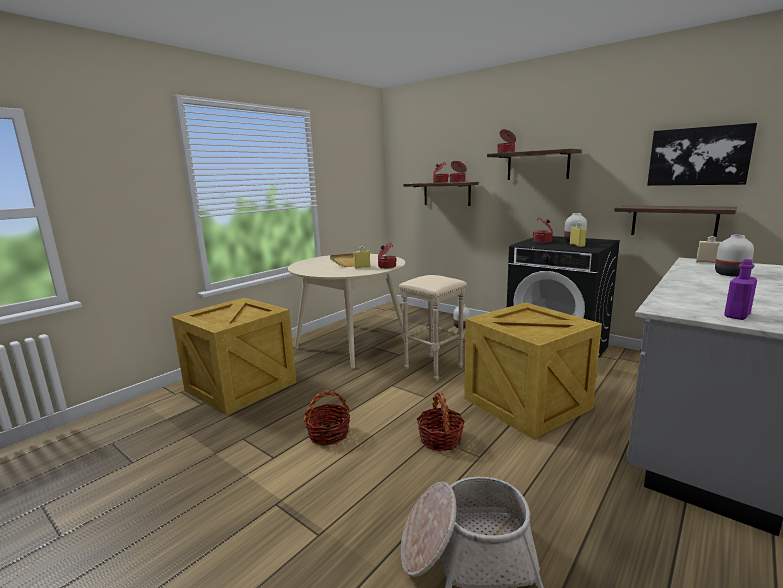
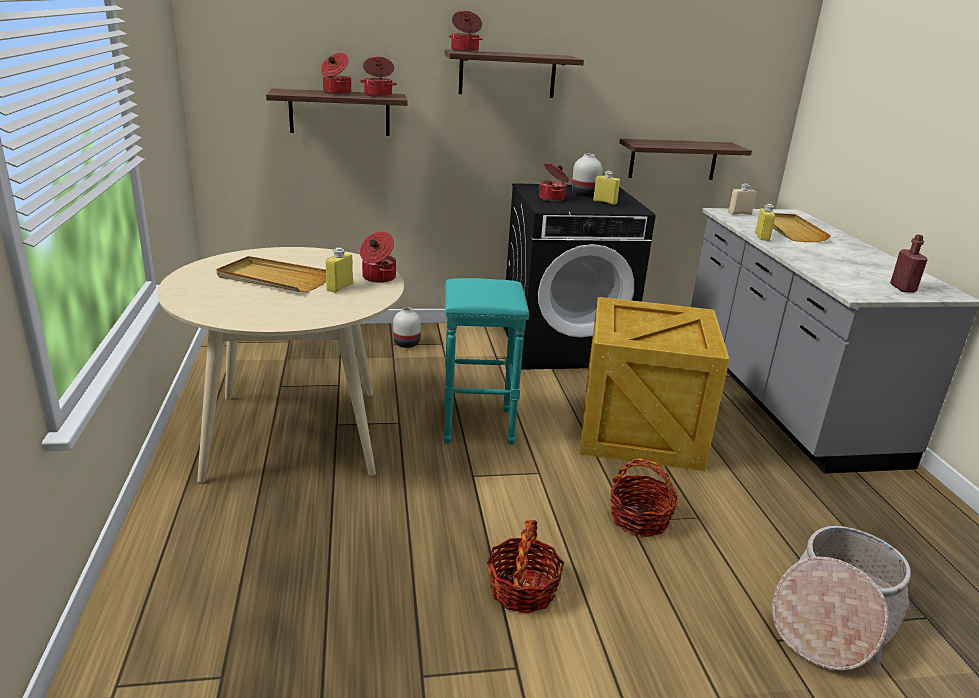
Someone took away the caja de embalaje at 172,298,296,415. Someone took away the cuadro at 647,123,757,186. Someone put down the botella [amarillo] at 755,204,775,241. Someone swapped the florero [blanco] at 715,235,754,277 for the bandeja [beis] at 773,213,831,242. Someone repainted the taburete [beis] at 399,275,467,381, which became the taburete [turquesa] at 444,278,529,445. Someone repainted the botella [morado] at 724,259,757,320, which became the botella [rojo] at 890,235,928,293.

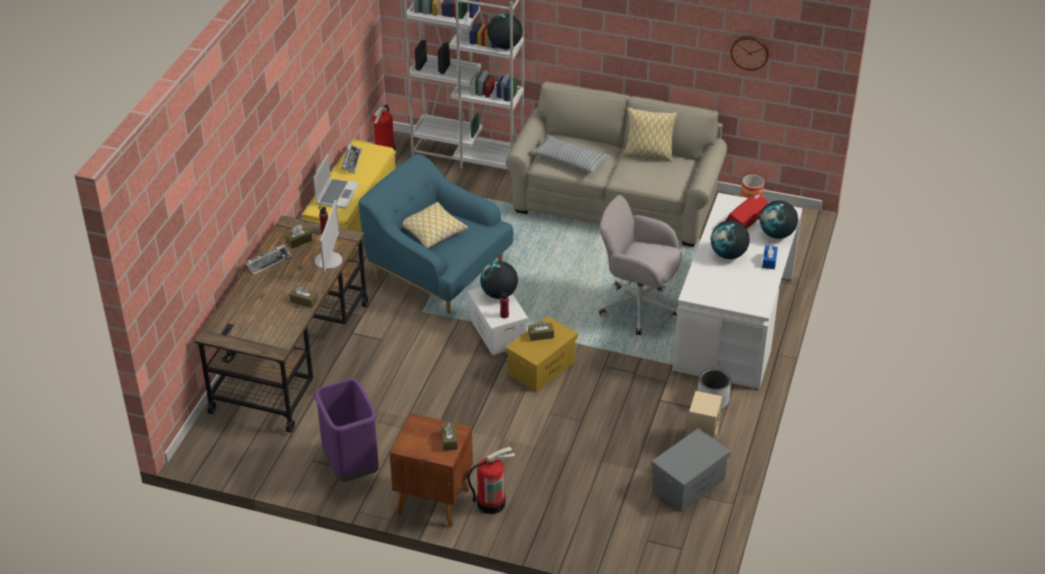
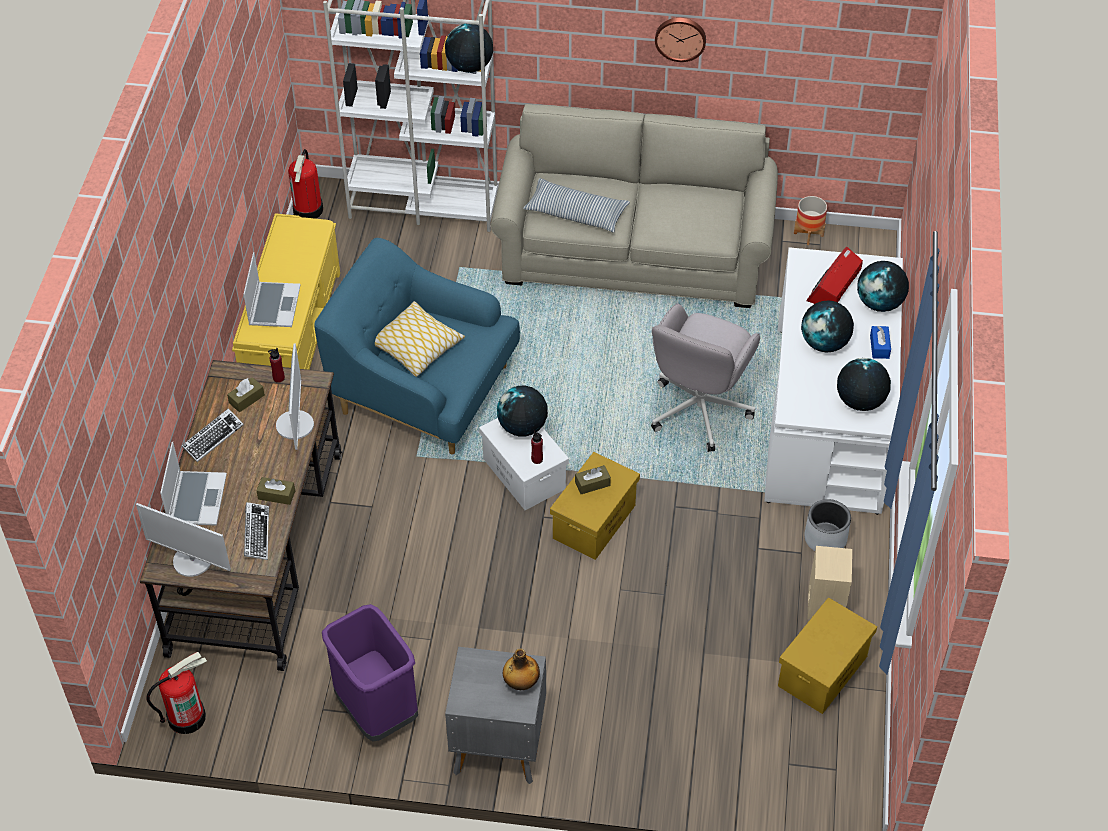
Someone took away the cojín at 624,107,677,162. Someone put down the monitor at 136,503,231,577. Someone put down the portátil at 160,442,227,526. Someone put down the globo terráqueo at 837,358,891,411. Someone carried the teclado from 341,144,362,174 to 244,502,269,560. Someone carried the extintor from 467,447,515,514 to 146,652,207,734. Someone carried the reloj de pared from 731,35,769,71 to 655,18,706,62. Someone swapped the caja de pañuelos [marrón] at 441,422,458,451 for the botella at 503,648,540,690. Someone repainted the mesita de noche [marrón] at 389,413,473,527, which became the mesita de noche [gris] at 445,647,546,784. Someone repainted the caja de almacenaje [gris] at 651,428,731,512, which became the caja de almacenaje [amarillo] at 778,598,877,714. Someone rotated the silla de oficina [gris] at 599,195,682,335 by 75 degrees counterclockwise.

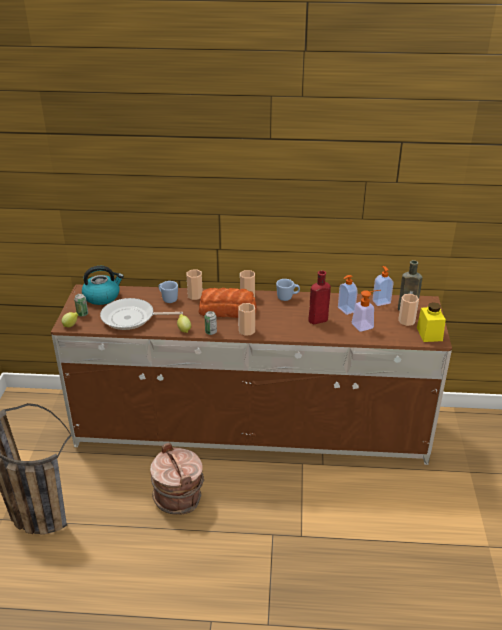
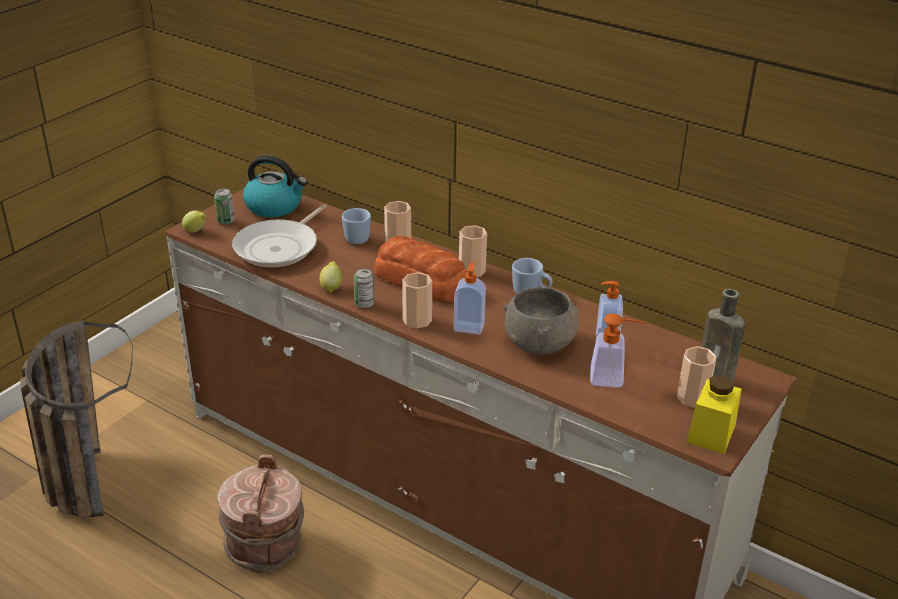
Someone carried the dispensador de jabón from 372,266,394,306 to 453,263,486,335. Someone swapped the botella [rojo] at 309,271,331,324 for the cuenco [gris] at 504,287,579,355. Someone rotated the sartén at 100,298,183,330 by 90 degrees counterclockwise.

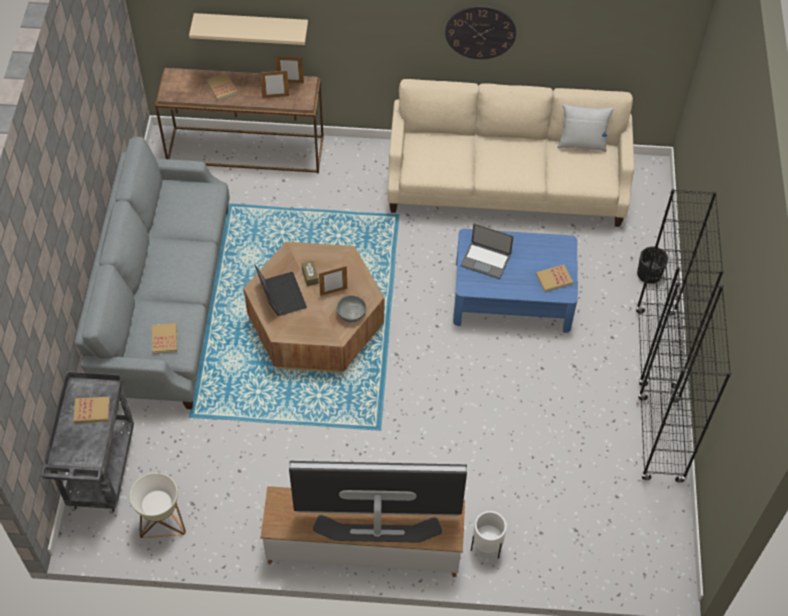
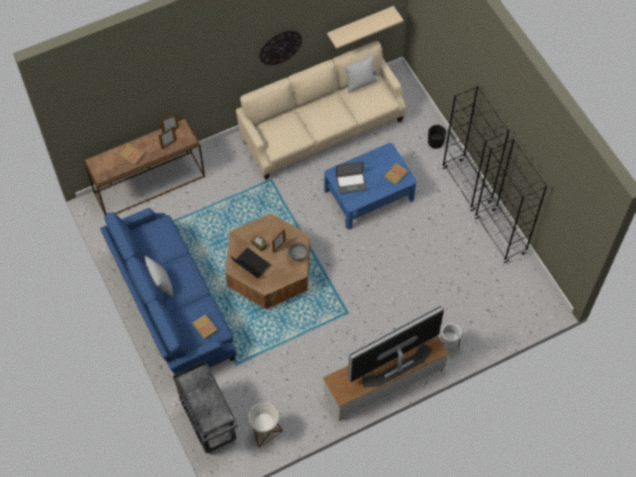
Someone took away the libro at 73,397,110,423. Someone put down the cojín [gris] at 145,256,173,297. Someone carried the estante [beis] from 189,13,308,45 to 327,6,403,49. Someone repainted the sofá [gris] at 75,137,230,409, which became the sofá [azul] at 100,208,236,374.

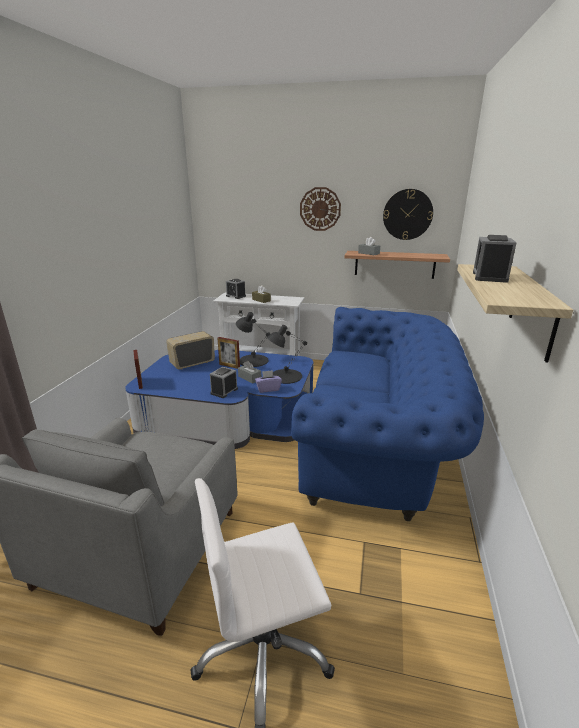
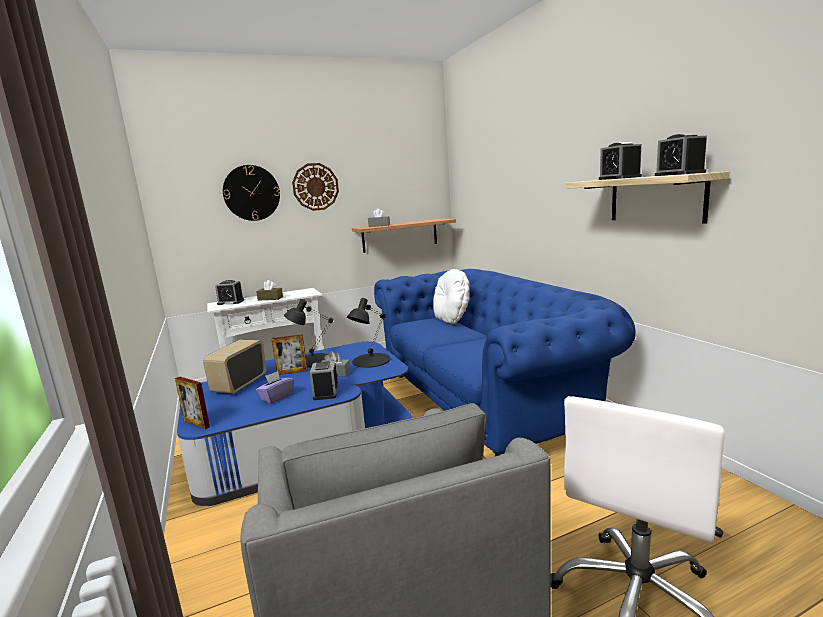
Someone put down the cojín [blanco] at 433,269,469,324. Someone put down the despertador at 655,134,707,176. Someone carried the caja de pañuelos [morado] from 255,370,282,393 to 256,371,294,404. Someone carried the reloj de pared from 383,189,433,240 to 223,165,280,221.

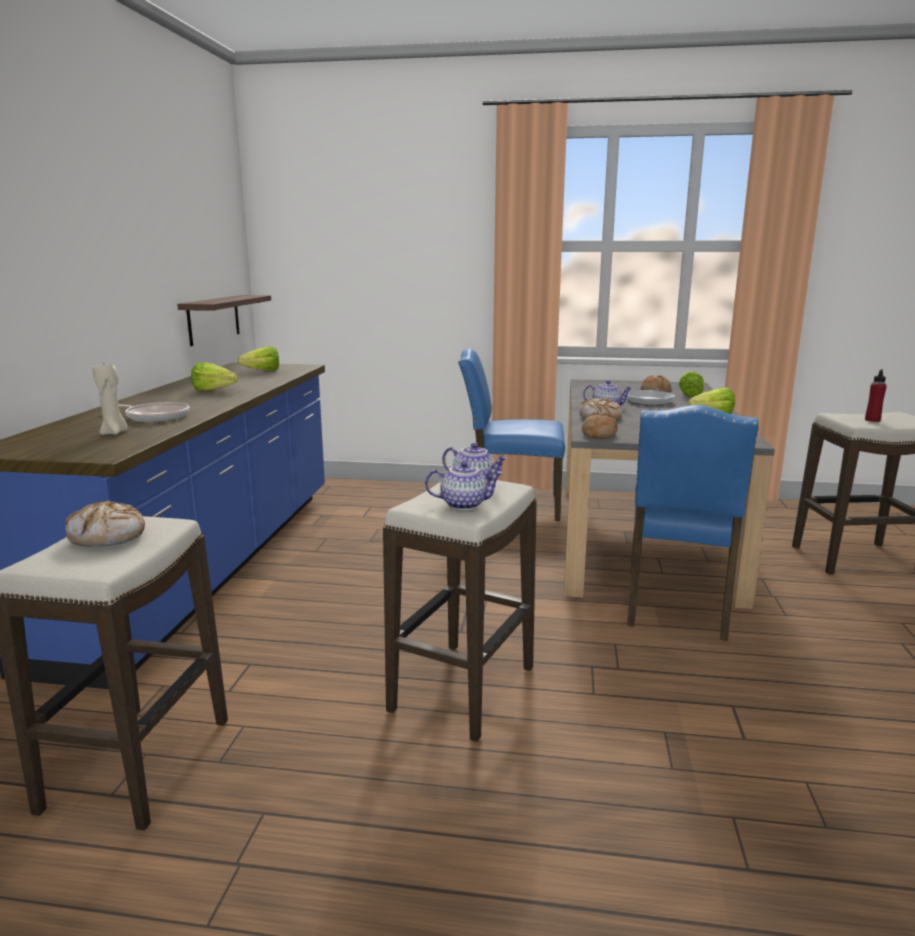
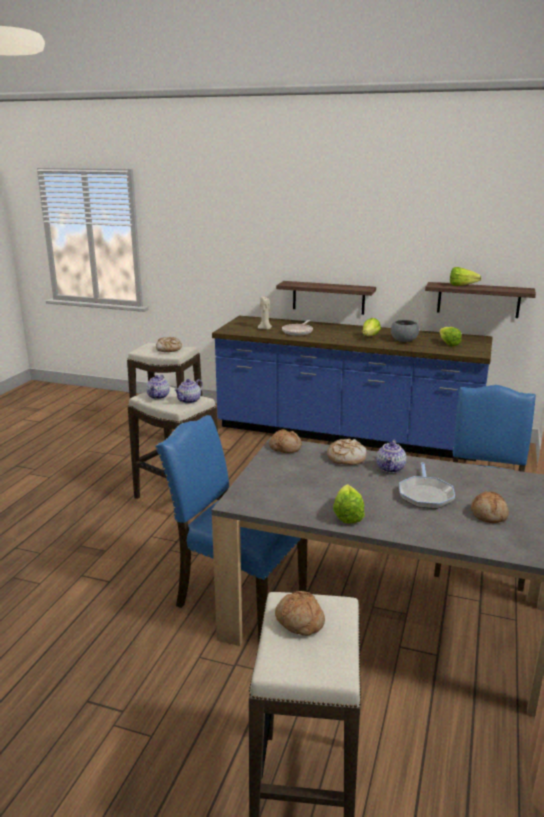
Someone put up the estante at 276,281,376,315. Someone put down the cuenco [gris] at 391,320,419,342. Someone carried the lechuga from 679,371,704,397 to 450,267,481,286. Someone swapped the botella [rojo] at 865,369,887,422 for the pan at 275,591,325,636.

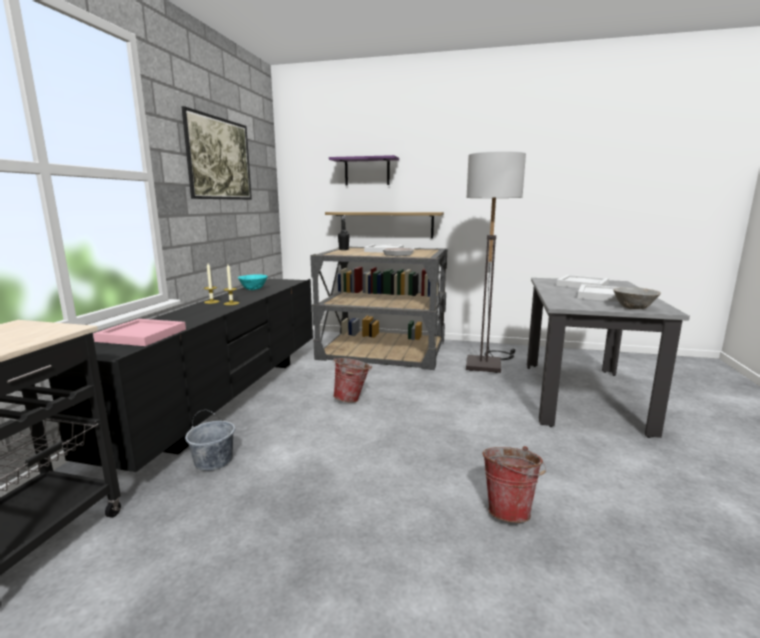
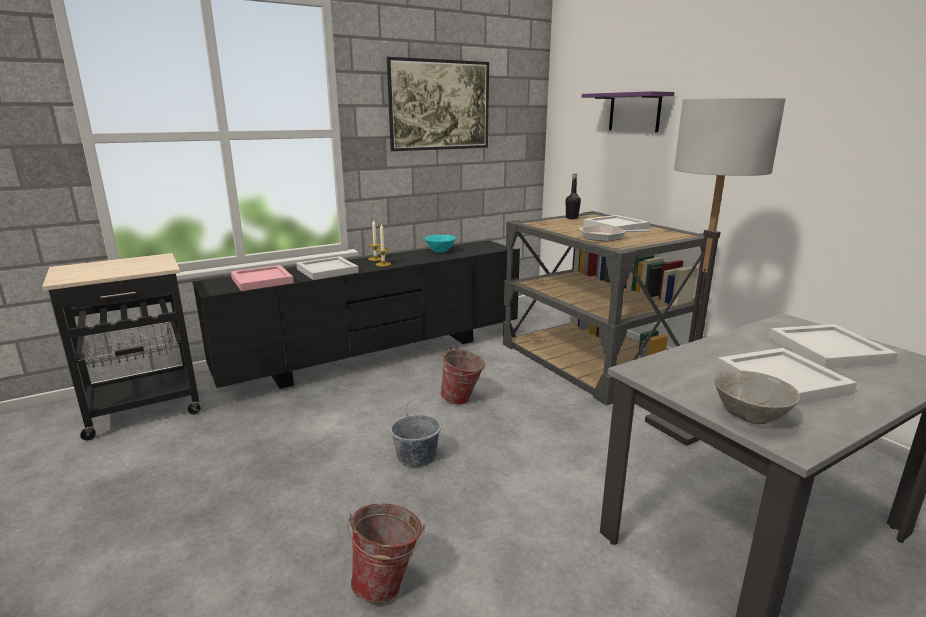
Someone took away the estante at 325,212,444,238. Someone put down the bandeja [blanco] at 296,256,359,280. Someone carried the cubo [gris] from 185,410,235,471 to 390,402,441,468.

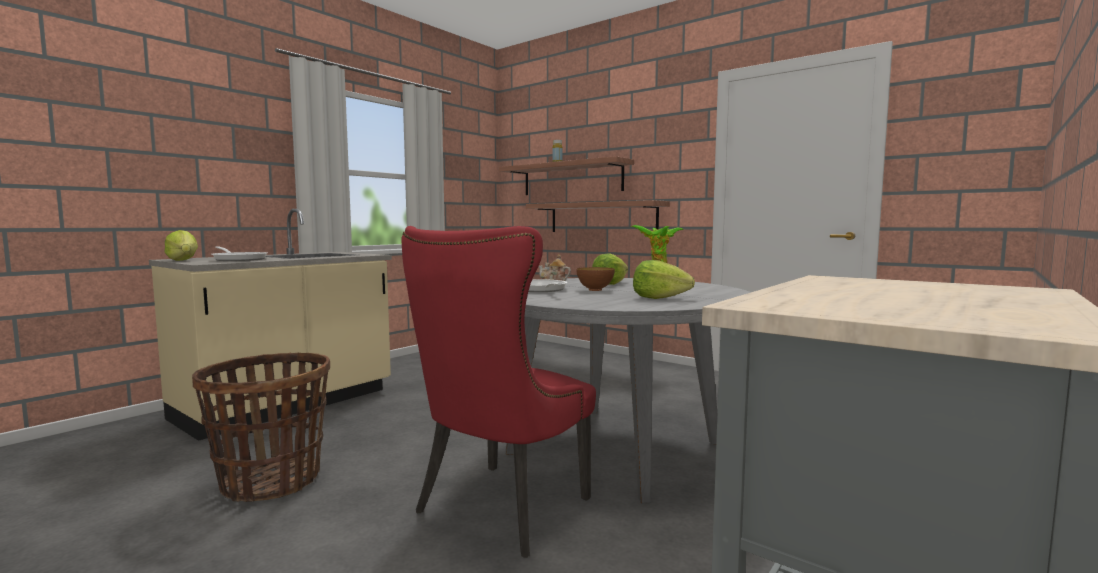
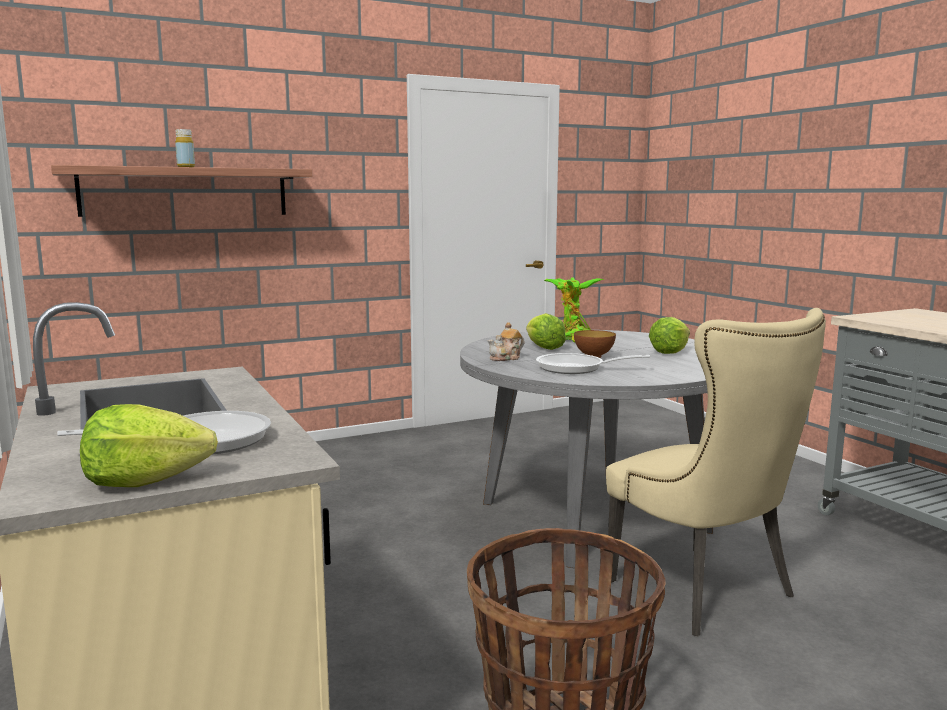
Someone took away the estante at 526,200,670,232. Someone repainted the silla [rojo] at 402,226,596,558, which became the silla [beis] at 606,308,826,636.

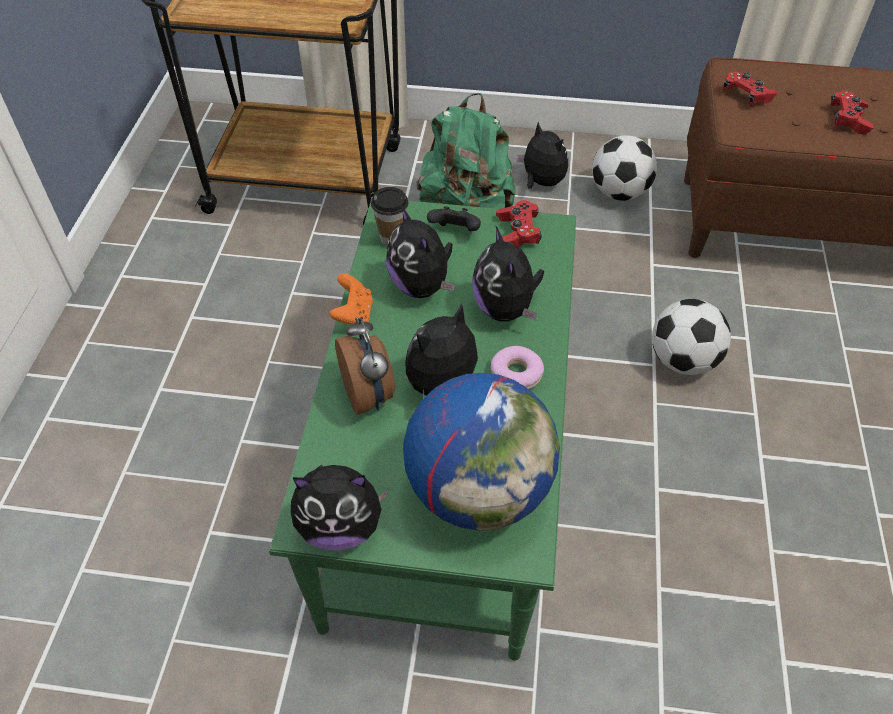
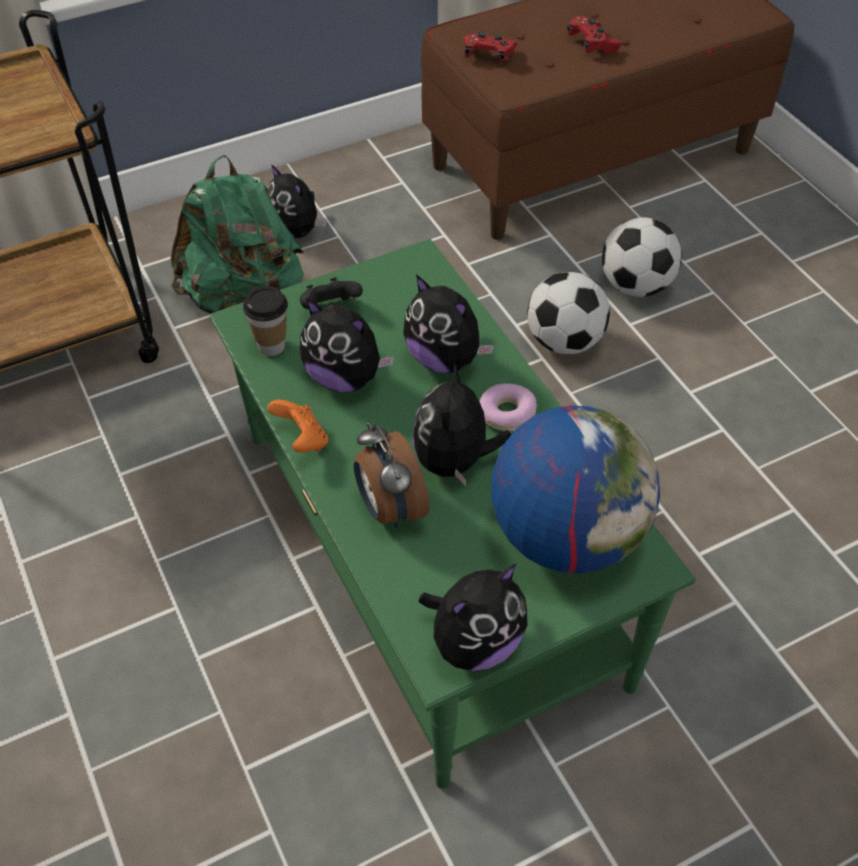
Someone took away the mando de consola [rojo] at 496,200,542,247. Someone carried the balón de fútbol from 592,135,657,201 to 602,217,682,297. Someone rotated the despertador at 335,317,395,415 by 150 degrees counterclockwise. Someone rotated the peluche at 516,122,568,189 by 150 degrees counterclockwise.

